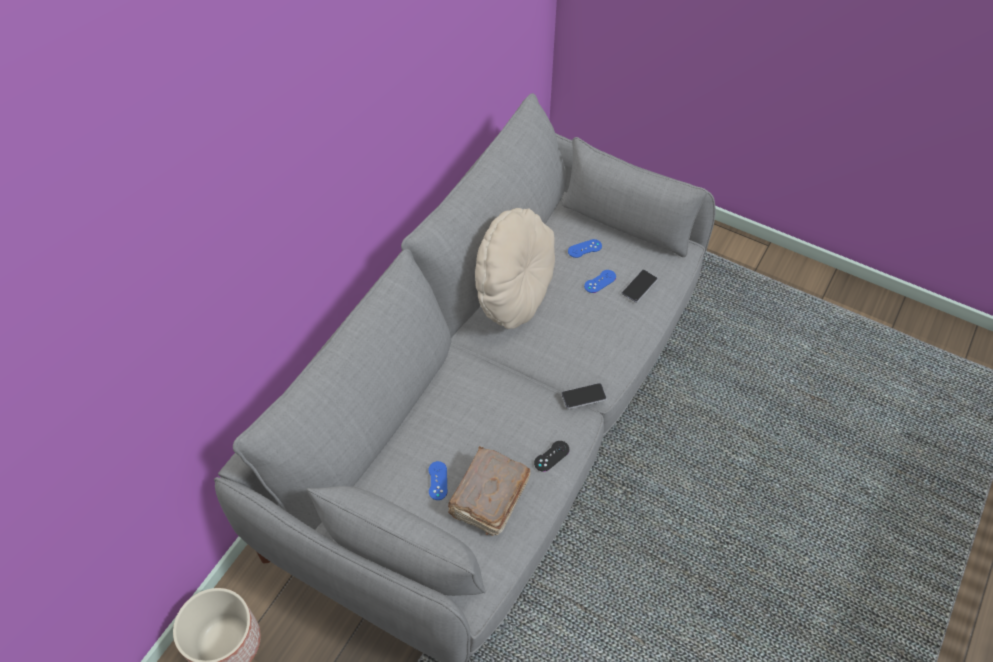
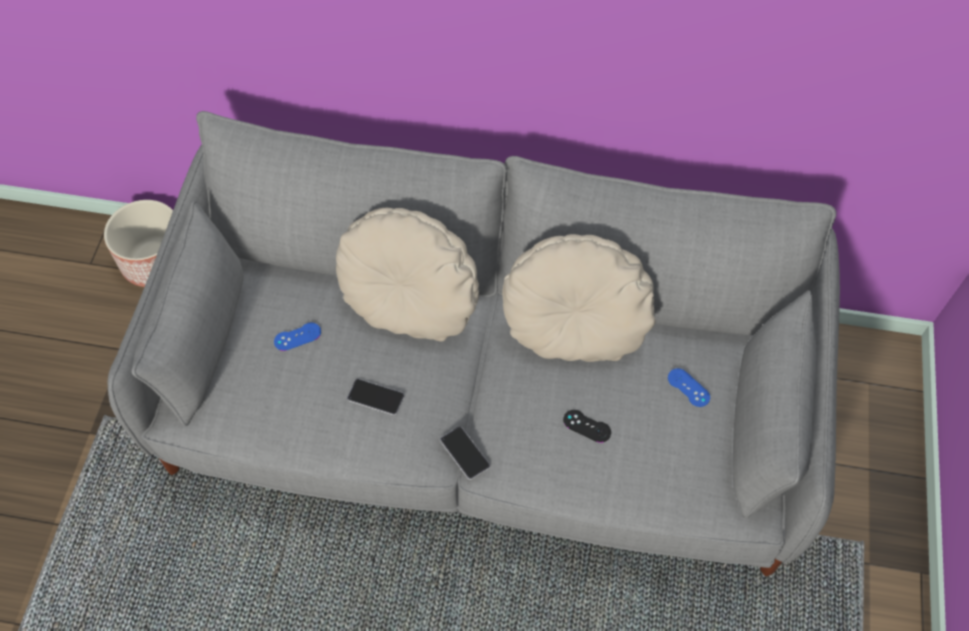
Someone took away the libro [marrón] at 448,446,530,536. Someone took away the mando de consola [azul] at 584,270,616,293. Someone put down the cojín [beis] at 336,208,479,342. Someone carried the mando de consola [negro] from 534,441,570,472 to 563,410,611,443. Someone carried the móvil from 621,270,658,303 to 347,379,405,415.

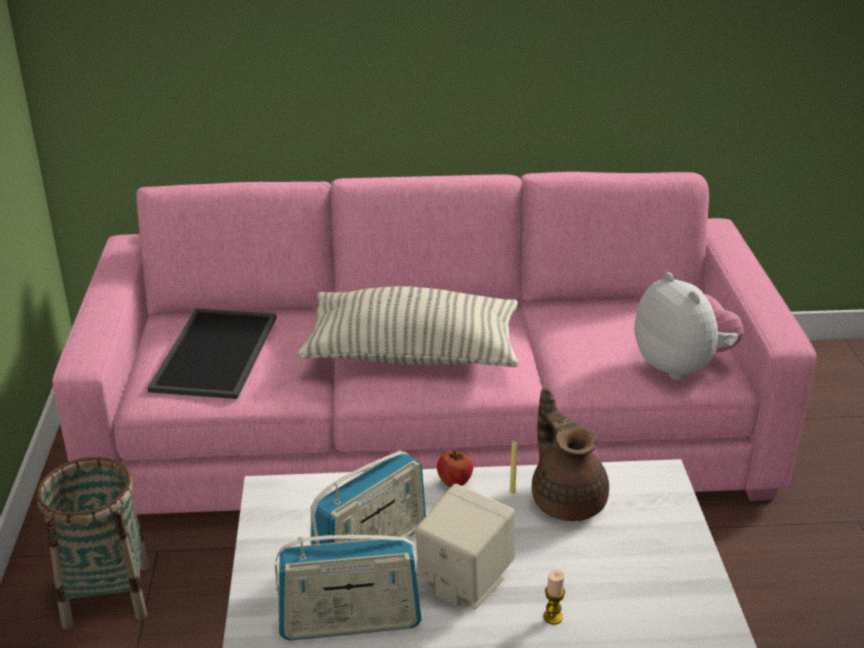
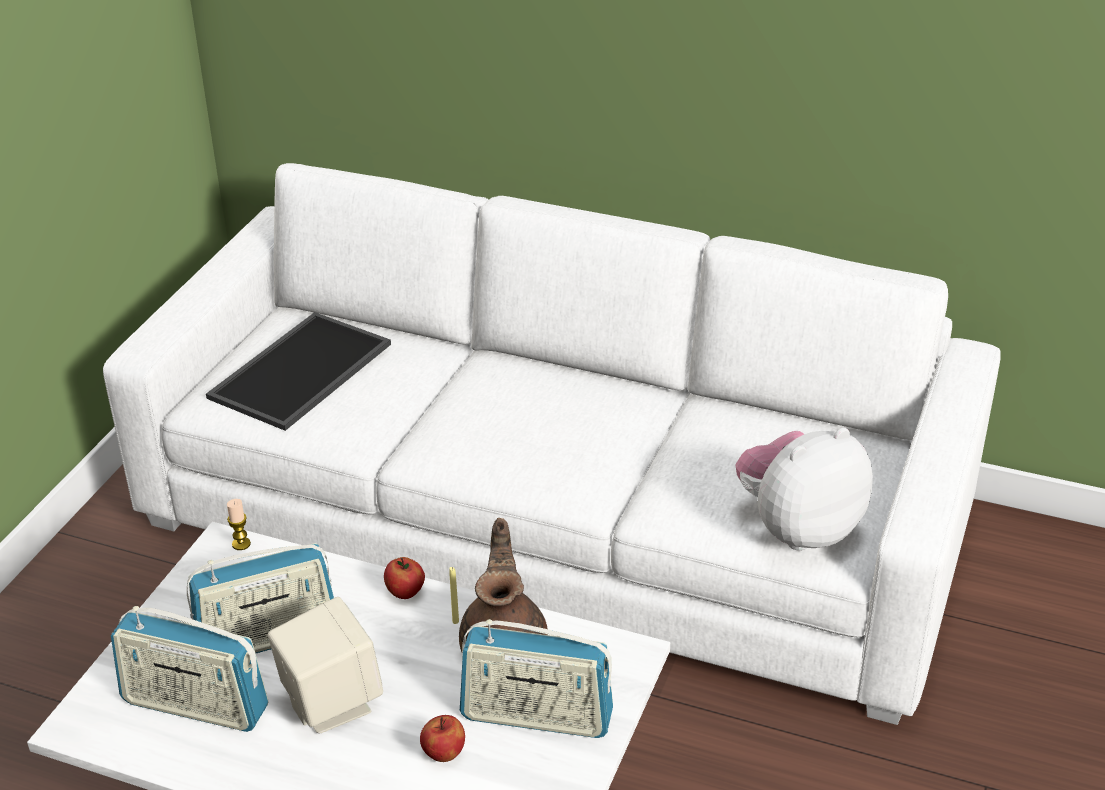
Someone took away the cesta at 37,457,150,630. Someone took away the cojín at 297,286,519,367. Someone put down the manzana at 420,715,465,762. Someone put down the radio at 460,619,613,738. Someone carried the vela from 543,570,565,625 to 227,499,251,550. Someone repainted the sofá [rosa] at 52,172,817,514, which became the sofá [blanco] at 103,163,1000,725. Someone rotated the peluche at 634,272,744,380 by 120 degrees counterclockwise.

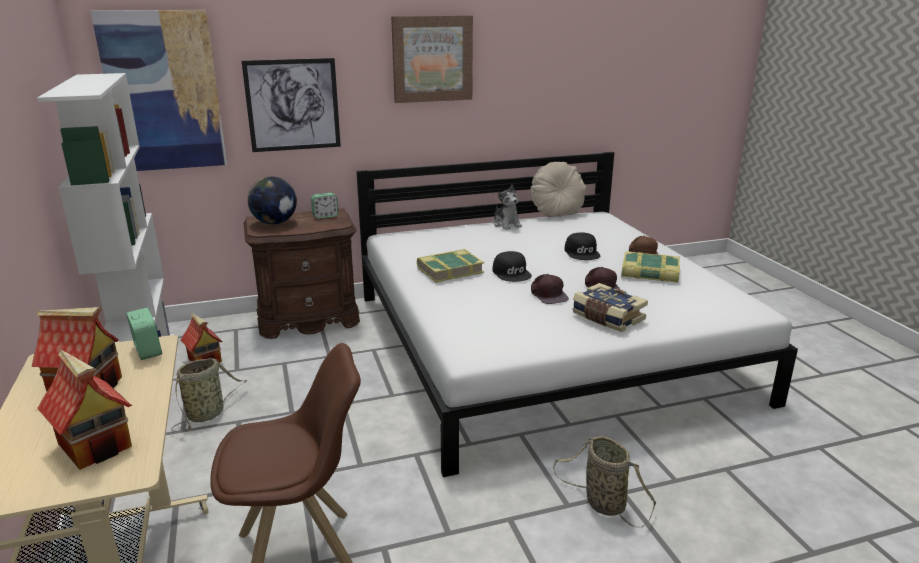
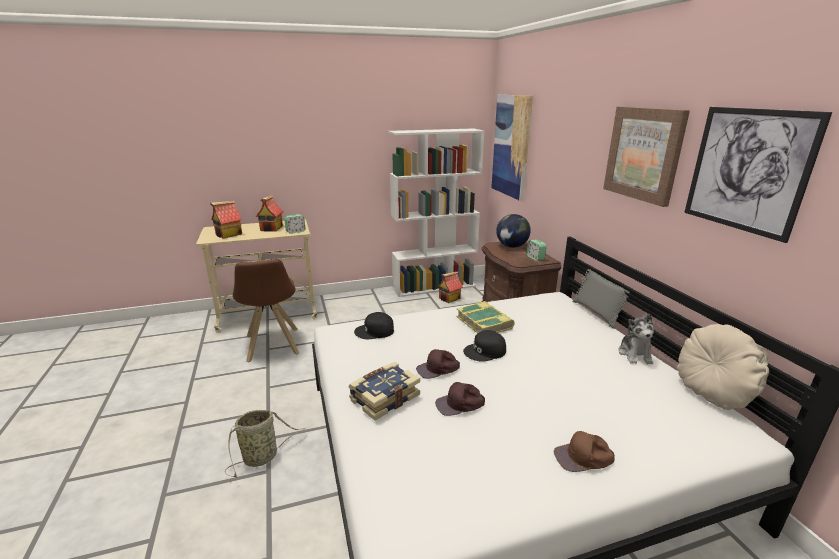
Someone took away the cesta at 171,358,248,431. Someone took away the libro at 621,251,680,282. Someone put down the cojín [gris] at 572,269,630,329. Someone carried the cuadro from 242,58,341,152 to 684,107,832,243. Someone carried the gorra [negro] from 565,233,600,260 to 354,312,394,339. Someone rotated the peluche at 493,185,522,230 by 60 degrees counterclockwise.

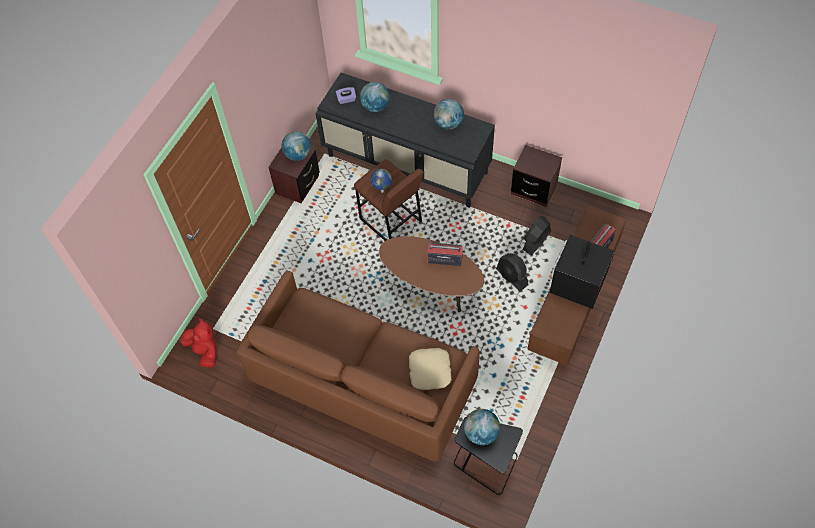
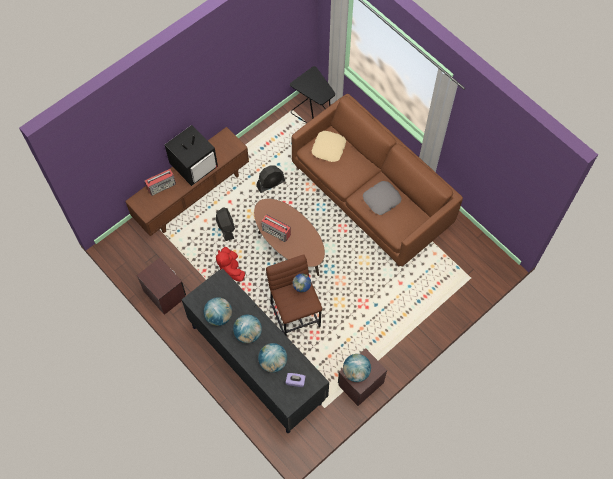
Someone put down the cojín [gris] at 363,181,401,215. Someone carried the peluche [rojo] from 180,318,216,368 to 216,247,245,282. Someone carried the globo terráqueo from 464,409,500,445 to 233,315,262,343. Someone carried the ventilador [negro] from 522,216,551,255 to 256,165,285,193.

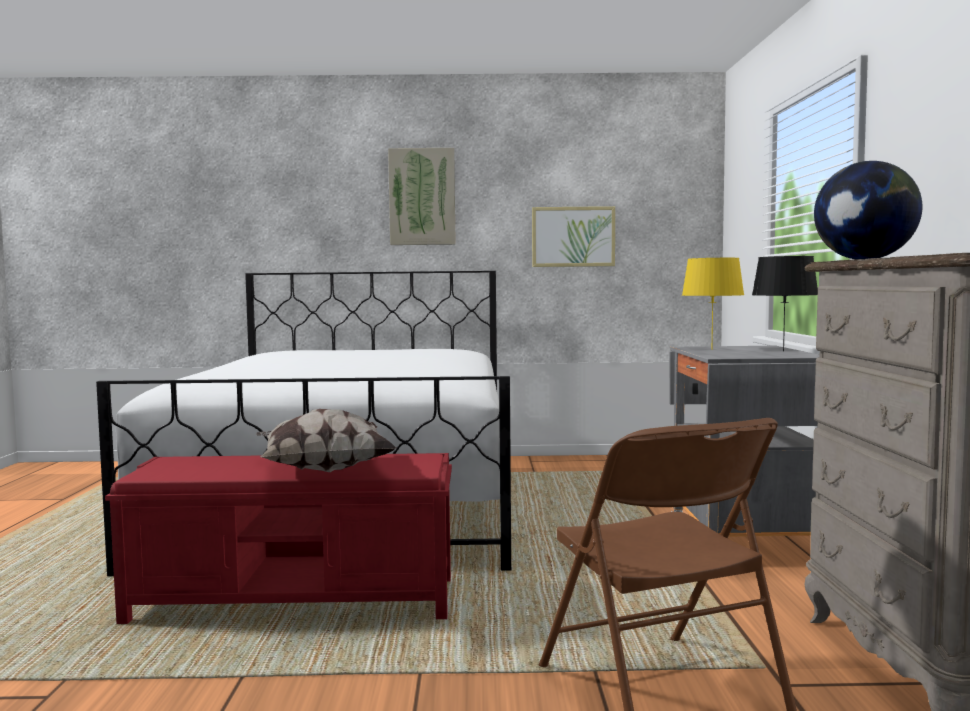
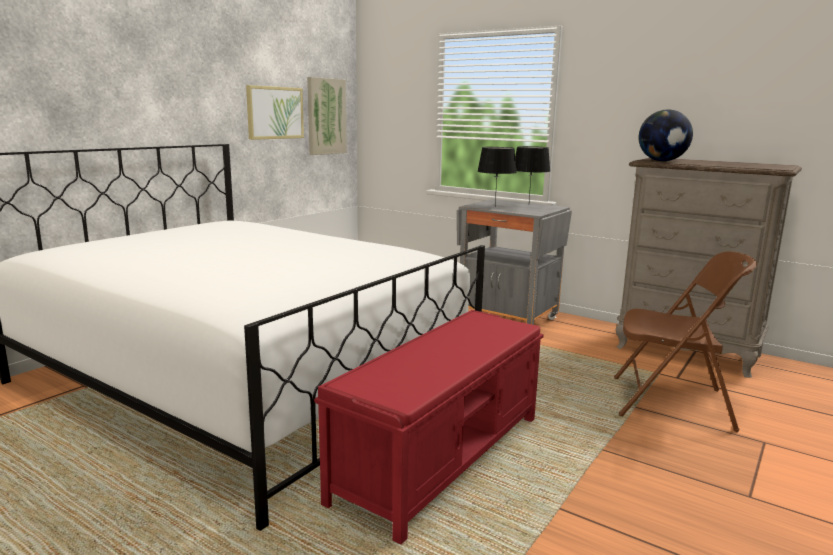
Someone took away the cojín at 256,409,396,472. Someone carried the cuadro from 388,148,456,245 to 307,77,347,155. Someone repainted the lámpara de mesa [amarillo] at 682,258,744,342, which became the lámpara de mesa [negro] at 477,147,517,205.

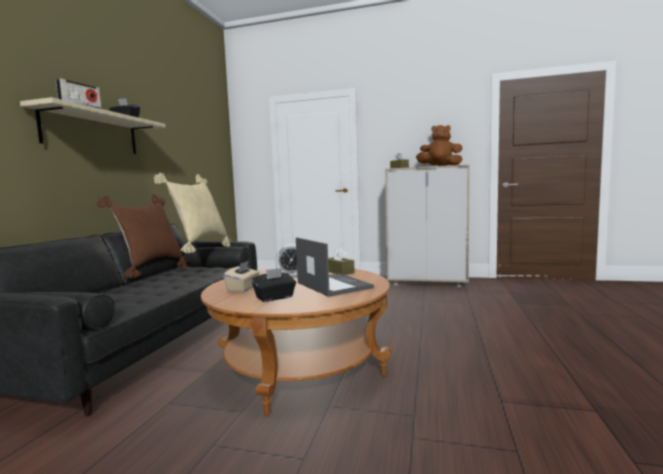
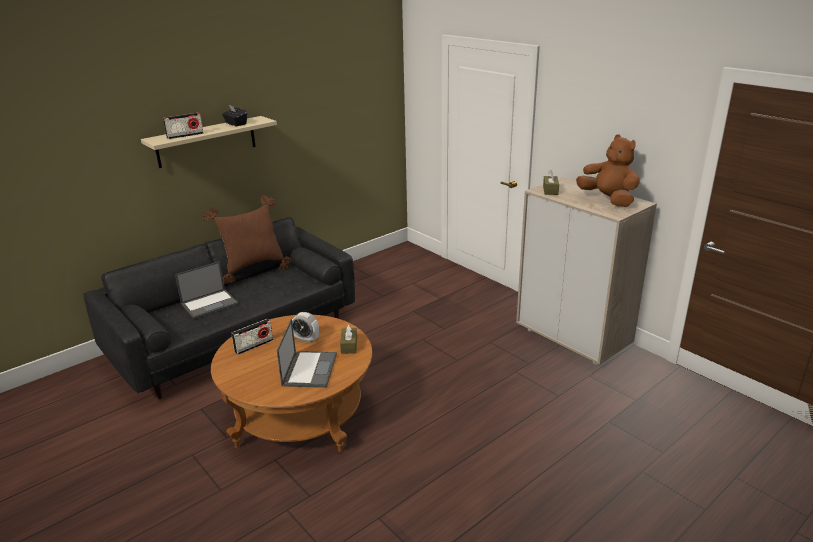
Someone took away the cojín [beis] at 153,172,231,253. Someone took away the caja de pañuelos [negro] at 251,268,296,302. Someone put down the portátil at 175,261,239,319. Someone swapped the caja de pañuelos [beis] at 223,261,260,292 for the radio at 231,319,273,355.

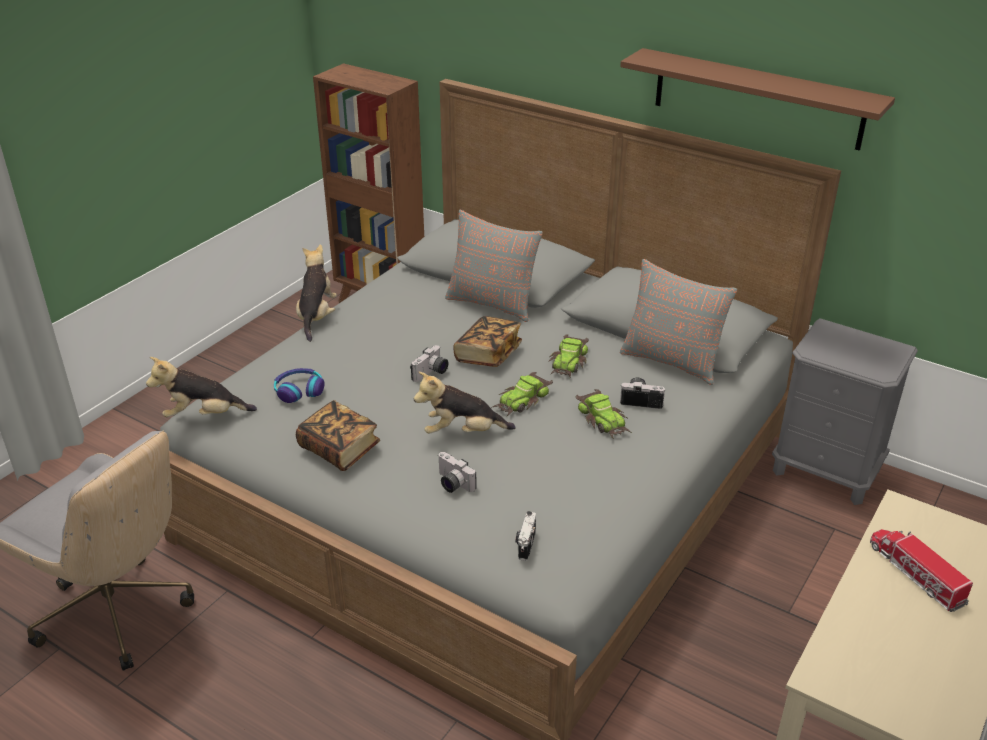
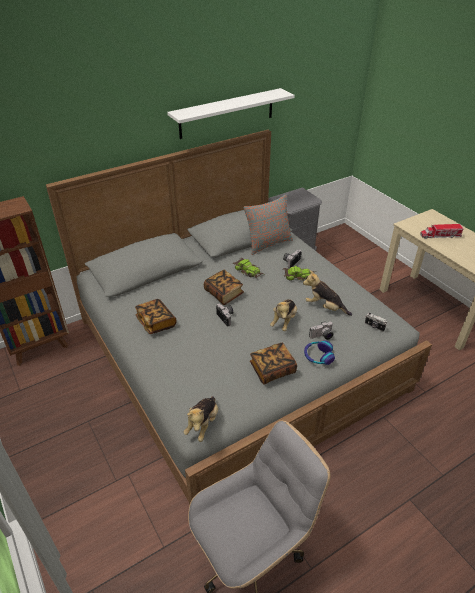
Someone took away the cojín [gris] at 445,210,543,322. Someone took away the coche de juguete at 491,372,553,416. Someone put down the libro at 135,299,176,334. Someone carried the auriculares from 274,368,325,403 to 304,341,335,365. Someone carried the peluche from 296,244,337,342 to 303,270,352,316. Someone repainted the estante [marrón] at 620,48,895,151, which became the estante [blanco] at 167,88,295,139.

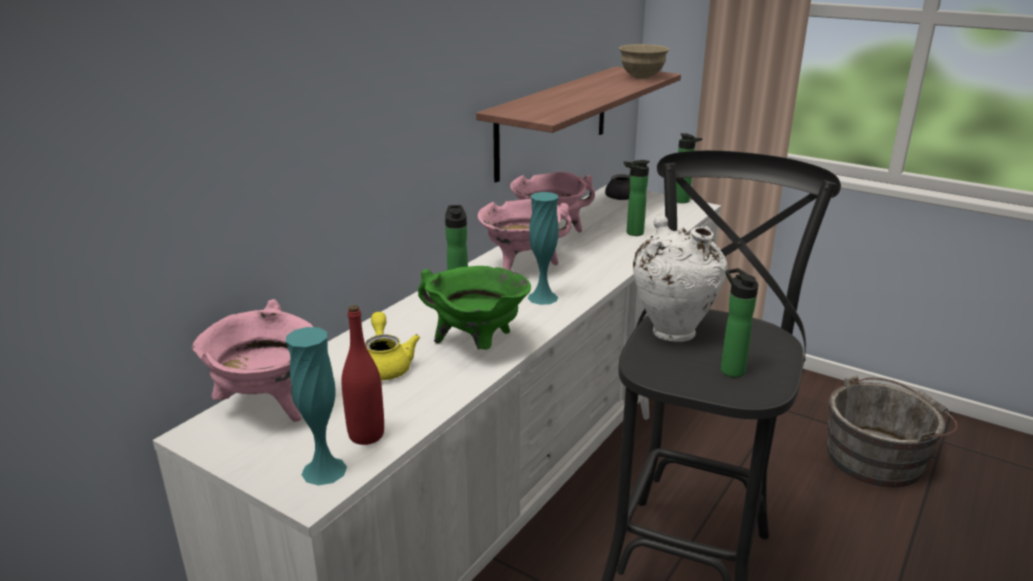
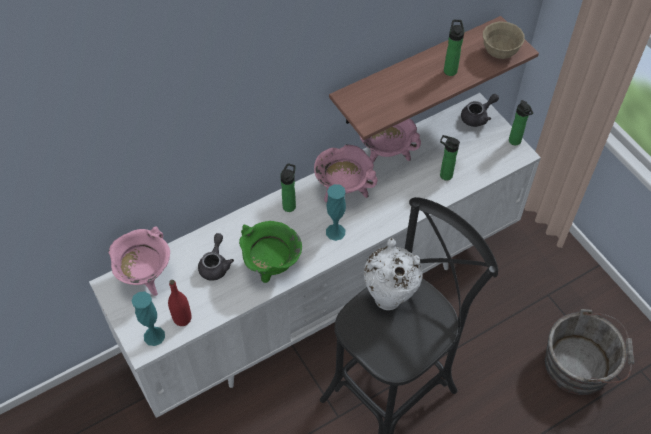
Someone carried the botella from 720,268,758,377 to 444,20,465,76. Someone repainted the tetera [amarillo] at 365,312,420,380, which became the tetera [gris] at 198,233,234,281.

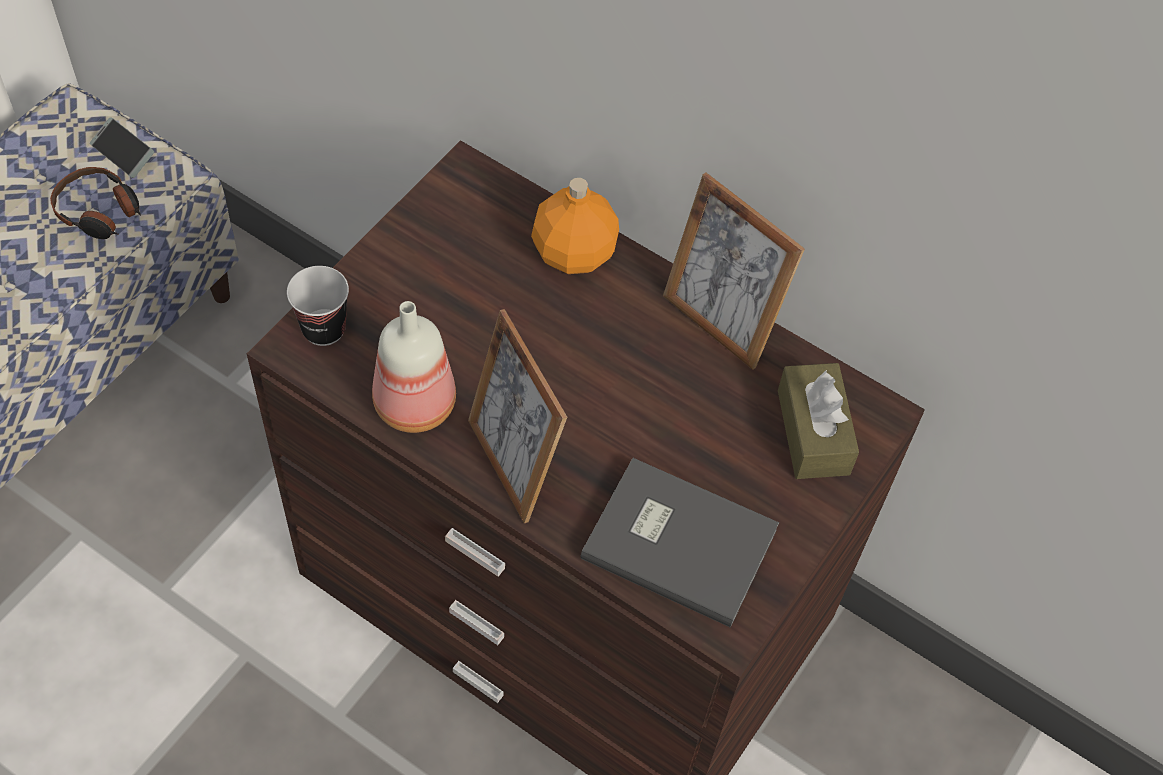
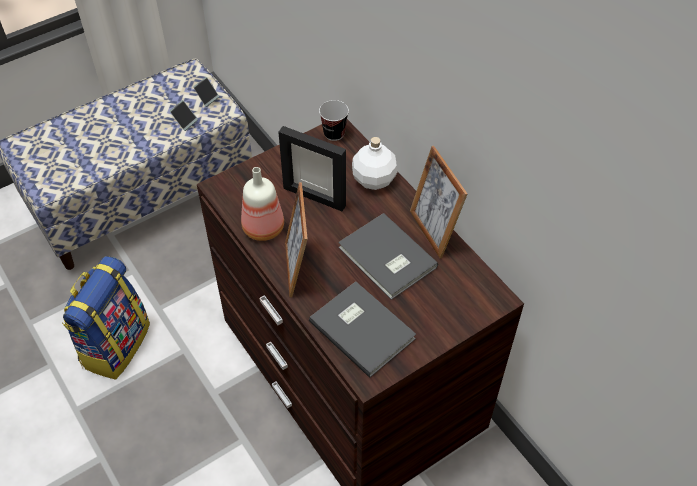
Someone took away the caja de pañuelos [marrón] at 778,363,859,479. Someone put down the mochila at 62,256,150,379. Someone put down the portarretratos at 278,126,346,211. Someone put down the libro [gris] at 338,213,438,300. Someone carried the taza from 287,266,349,346 to 319,100,349,141. Someone swapped the auriculares at 50,167,141,239 for the móvil at 170,100,198,131. Someone repainted the botella [naranja] at 531,178,619,274, which became the botella [blanco] at 352,137,397,190.

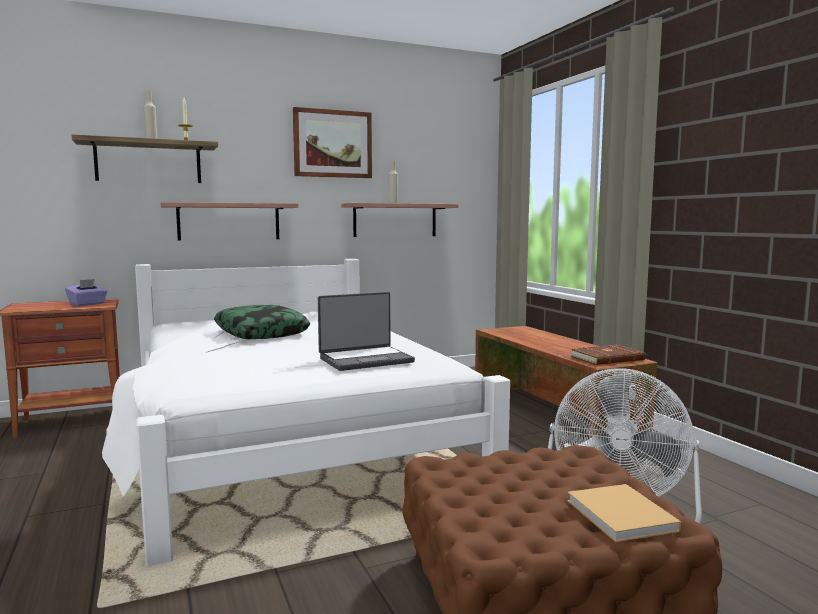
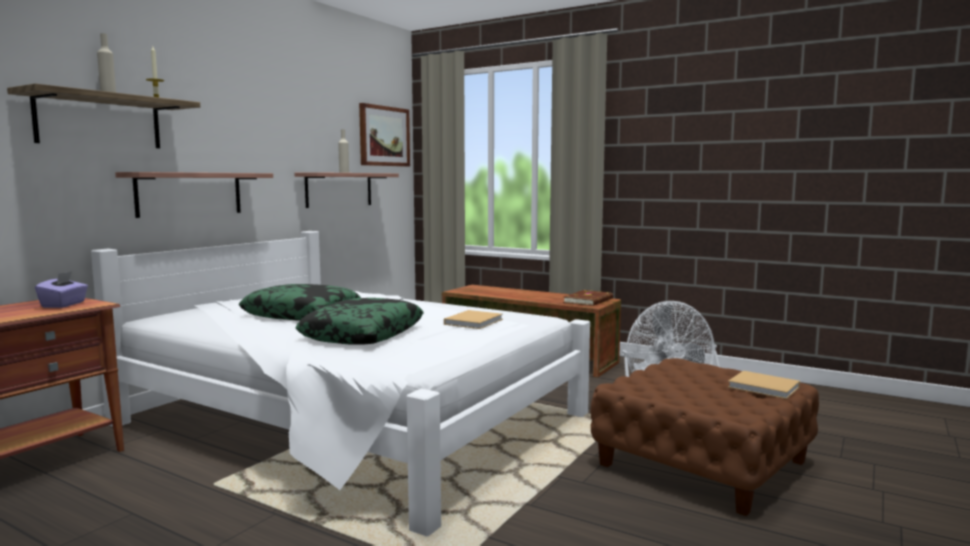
Someone put down the cojín at 295,298,424,345. Someone carried the cuadro from 293,107,372,178 to 359,103,410,167. Someone swapped the portátil at 318,292,415,371 for the libro [beis] at 444,310,503,329.

